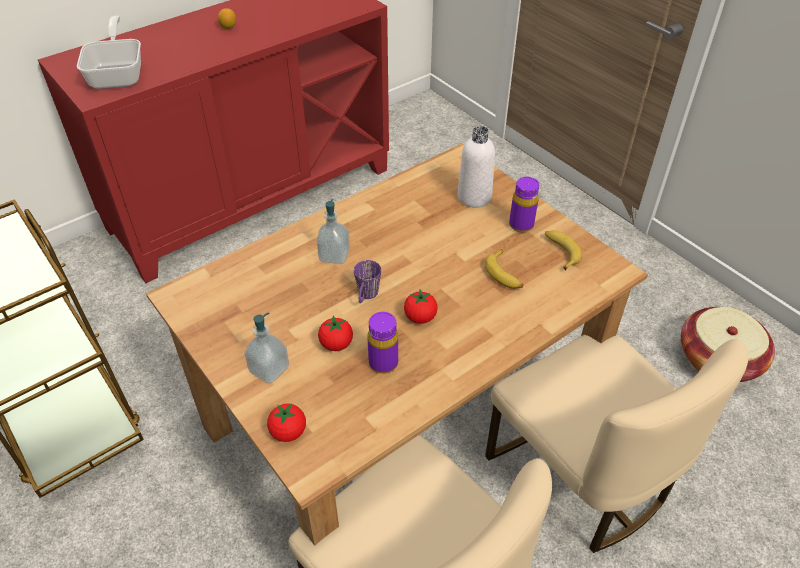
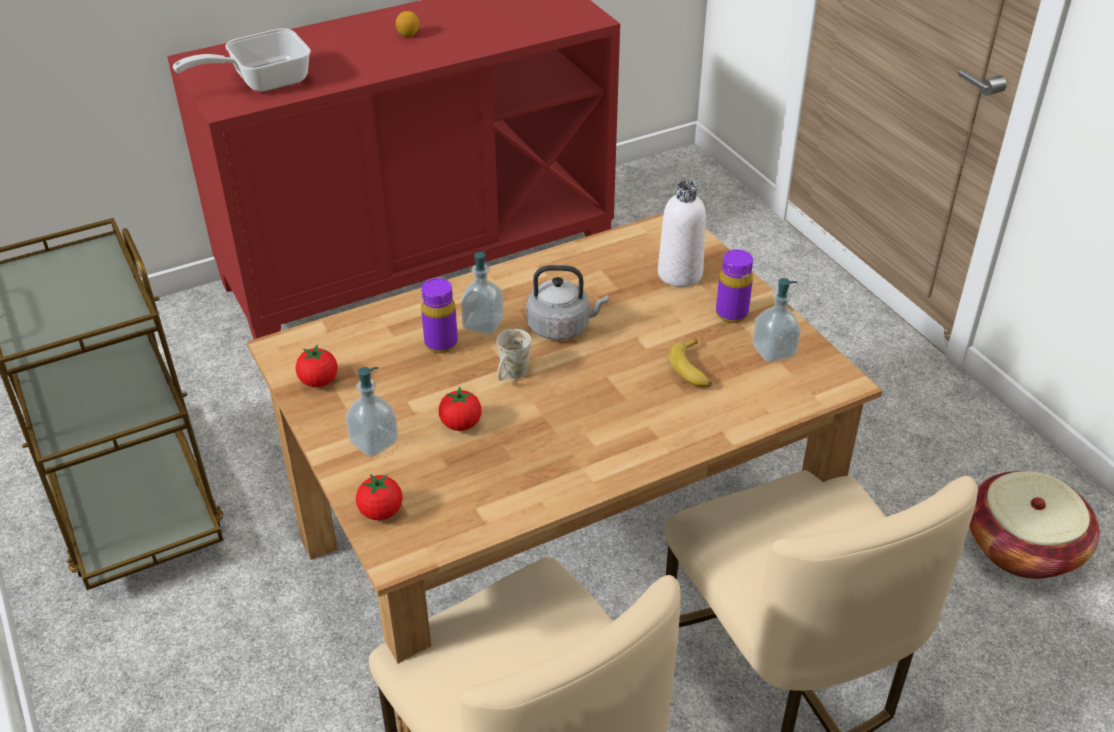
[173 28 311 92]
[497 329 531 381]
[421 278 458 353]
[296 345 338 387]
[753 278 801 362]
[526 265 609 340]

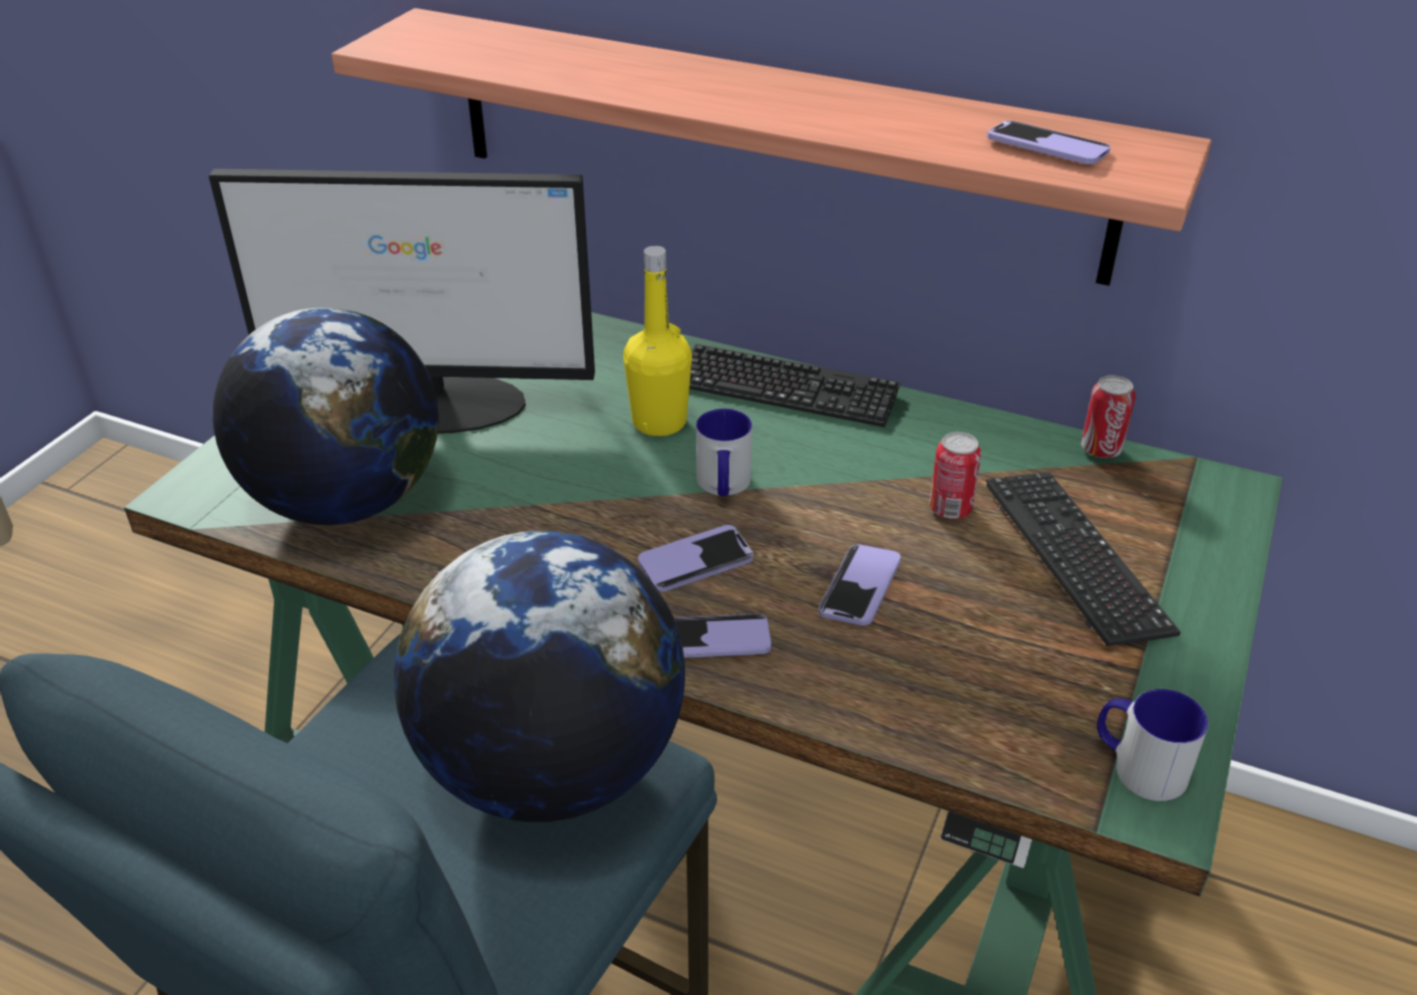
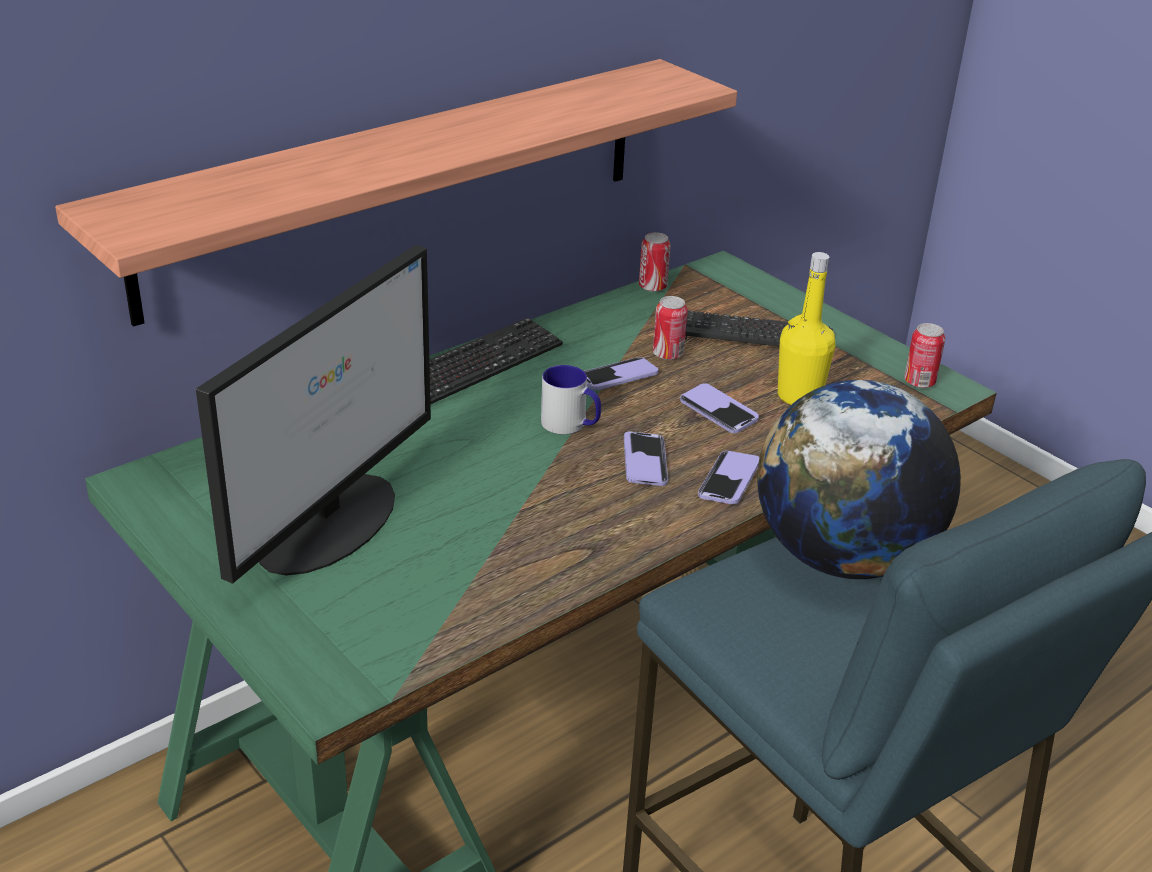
[213 307 439 525] (first image)
[778 252 836 405]
[584 357 659 390]
[904 323 945 388]

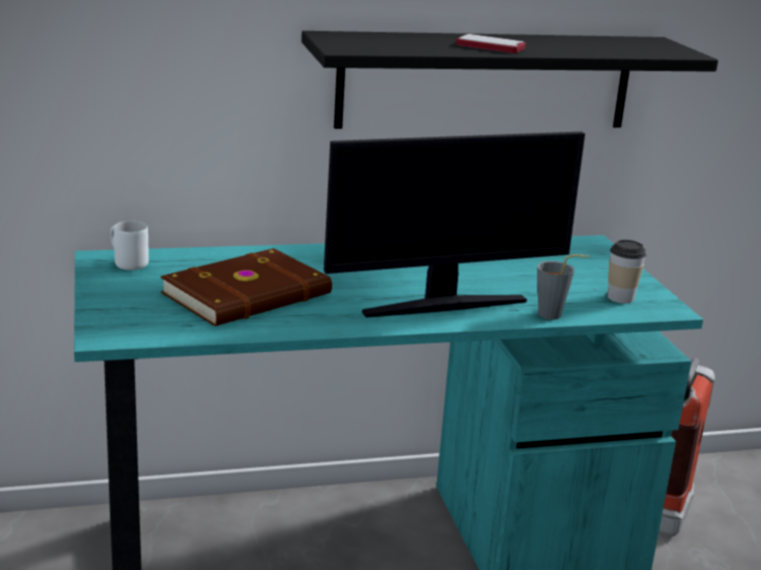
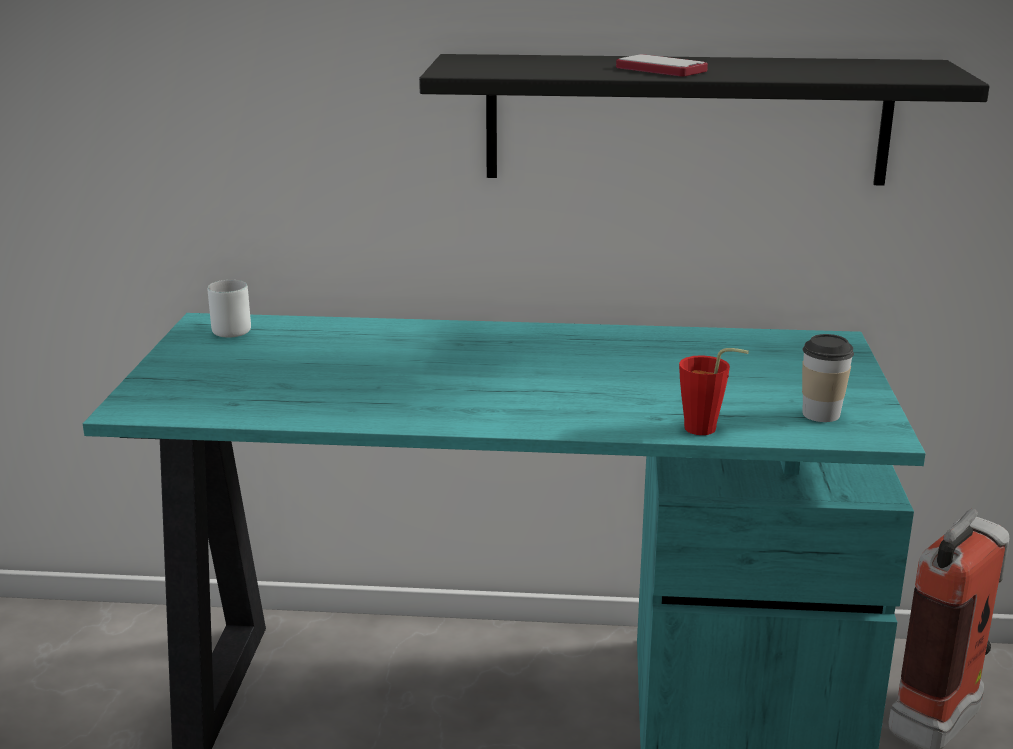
[161 248 332 326] (first image)
[324 132 585 318] (first image)
[679 348 749 435]

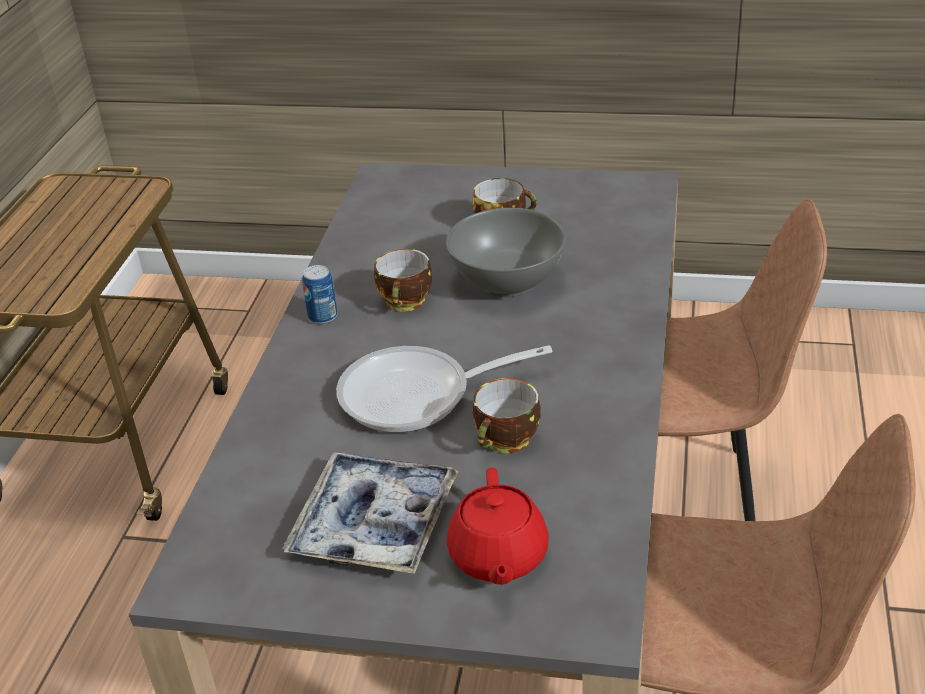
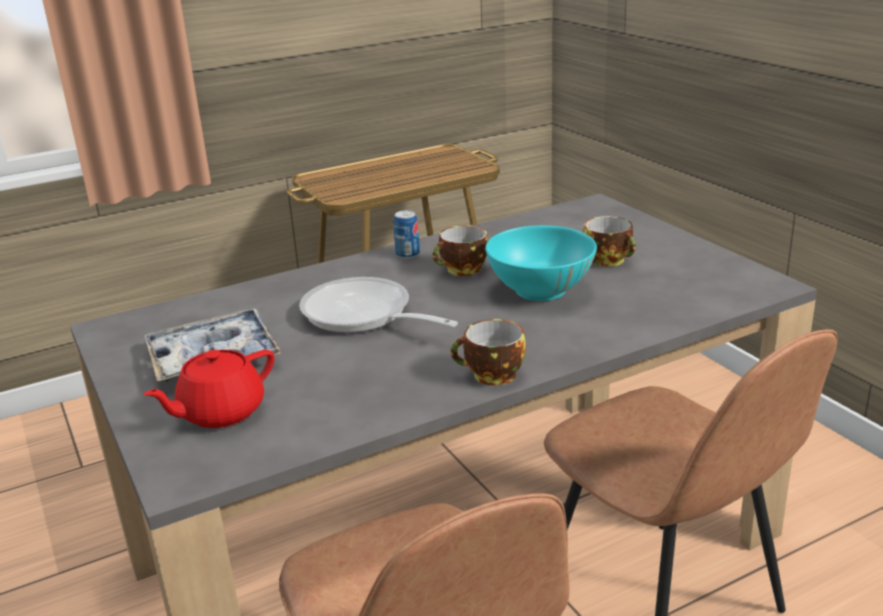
[485 225 597 301]
[451 319 526 385]

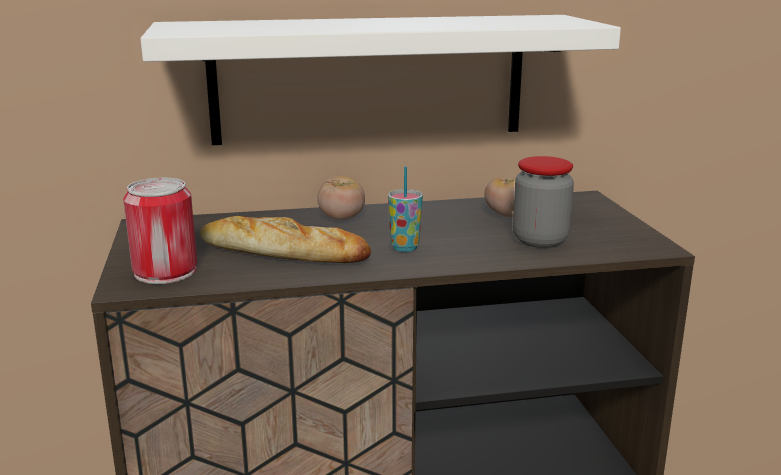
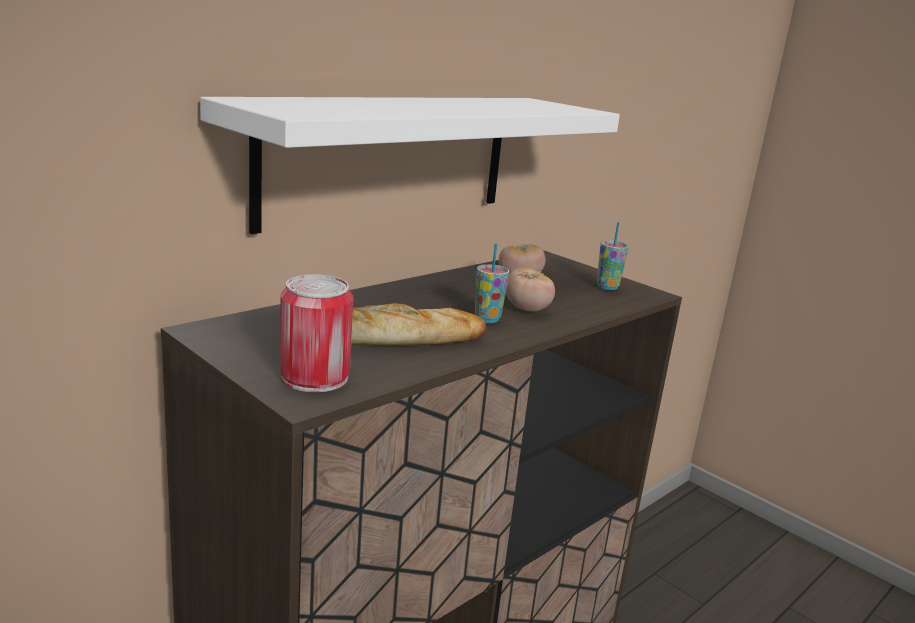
[506 267 555 312]
[513 156 574 248] (first image)
[597 222 629 291]

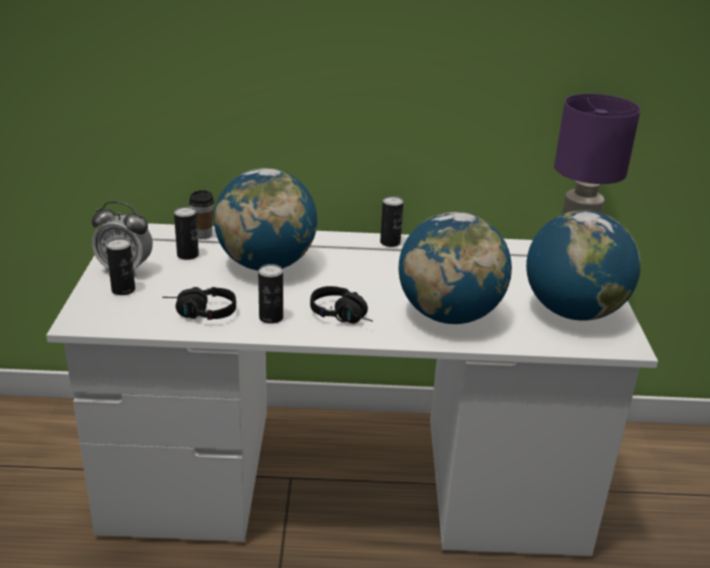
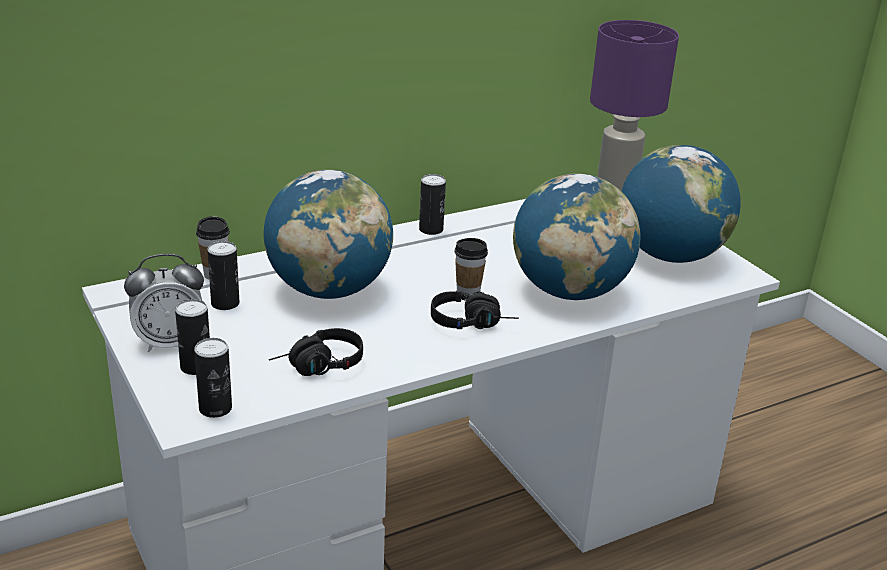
[194 338 232 418]
[455 238 488 295]

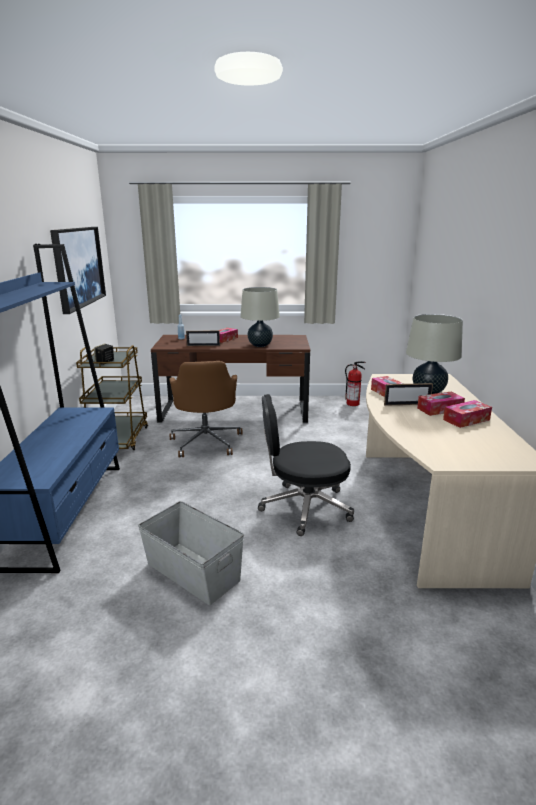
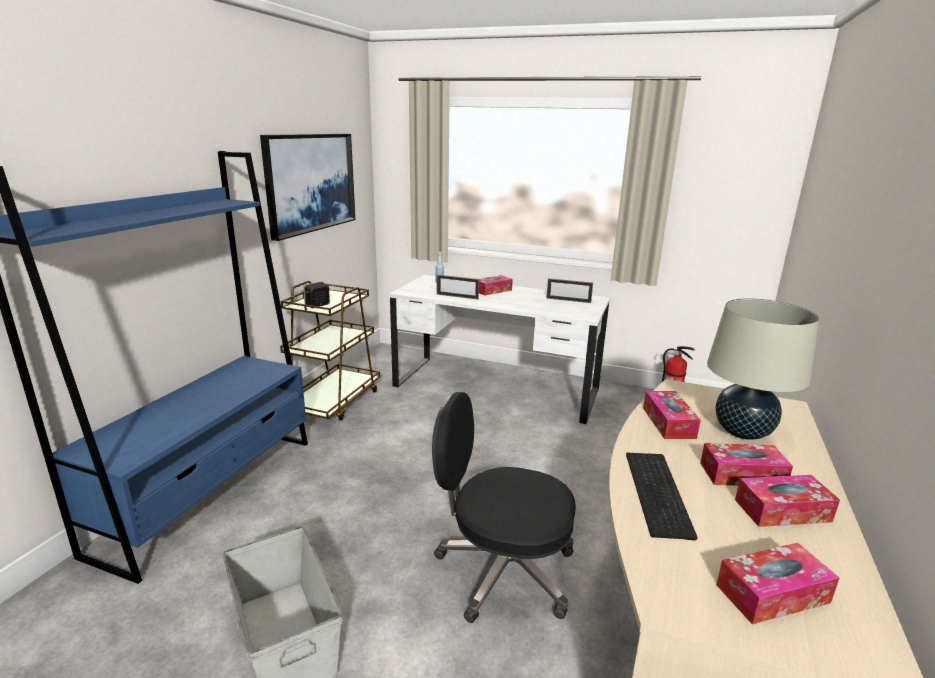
[390 275 610 424]
[169 361 243 458] (first image)
[240 287 280 347] (first image)
[547 278 593 303]
[626 453 697 540]
[716 543 840 624]

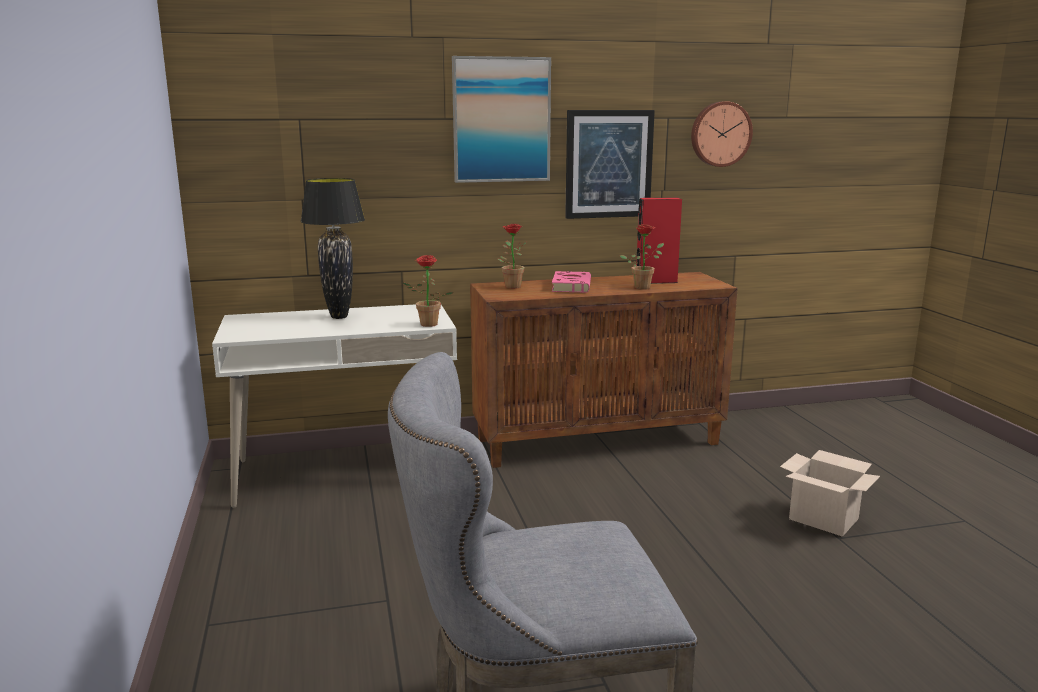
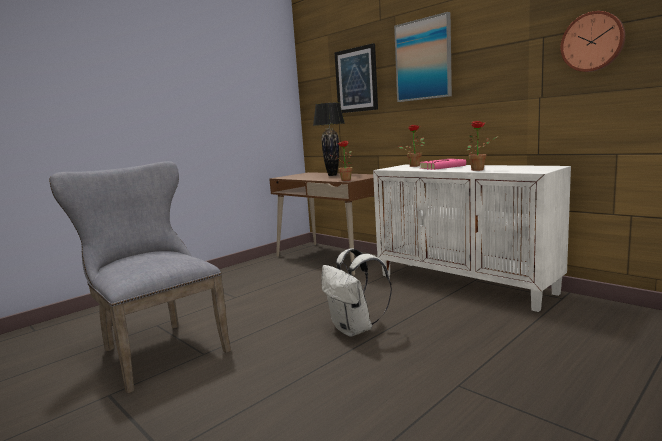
[269 172 374 276]
[373 164 571 312]
[335 43 378 113]
[636 197 682 284] (first image)
[780 450 880 537] (first image)
[322 248 392 337]

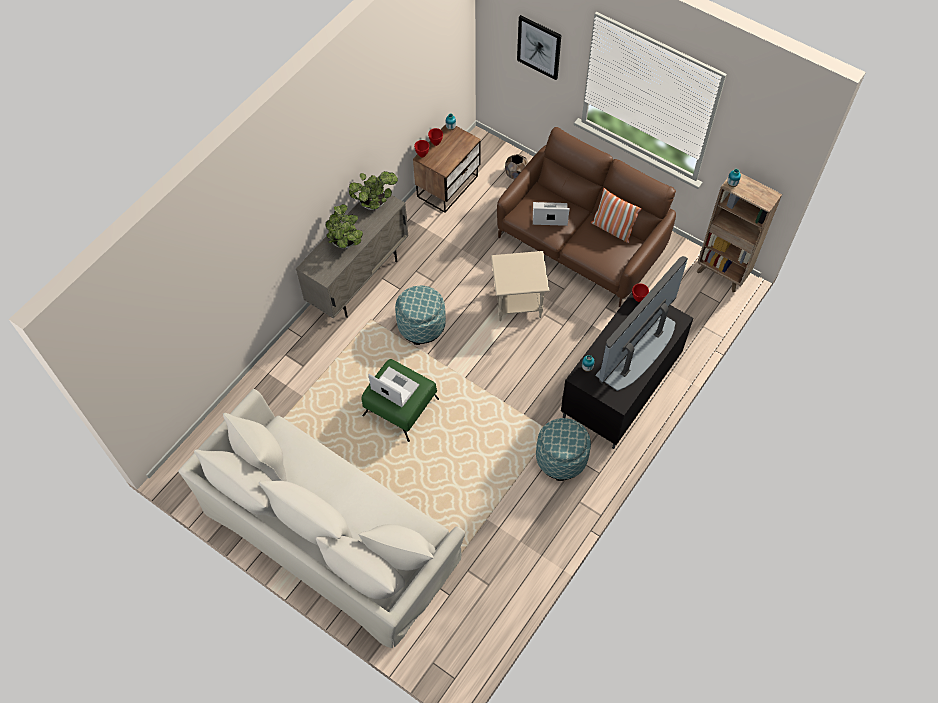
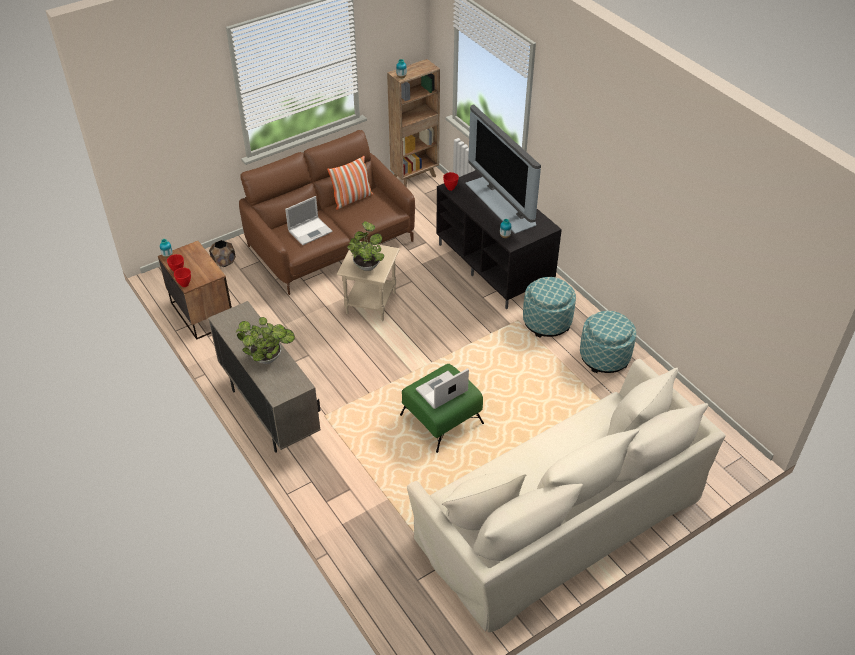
[347 221 384 271]
[580 311 636 373]
[517 15 561 80] (first image)
[285 196 333 245]

